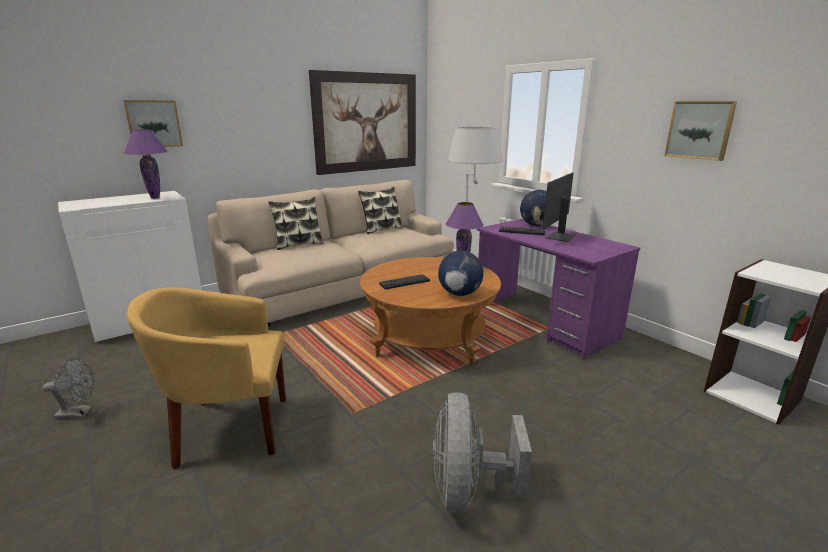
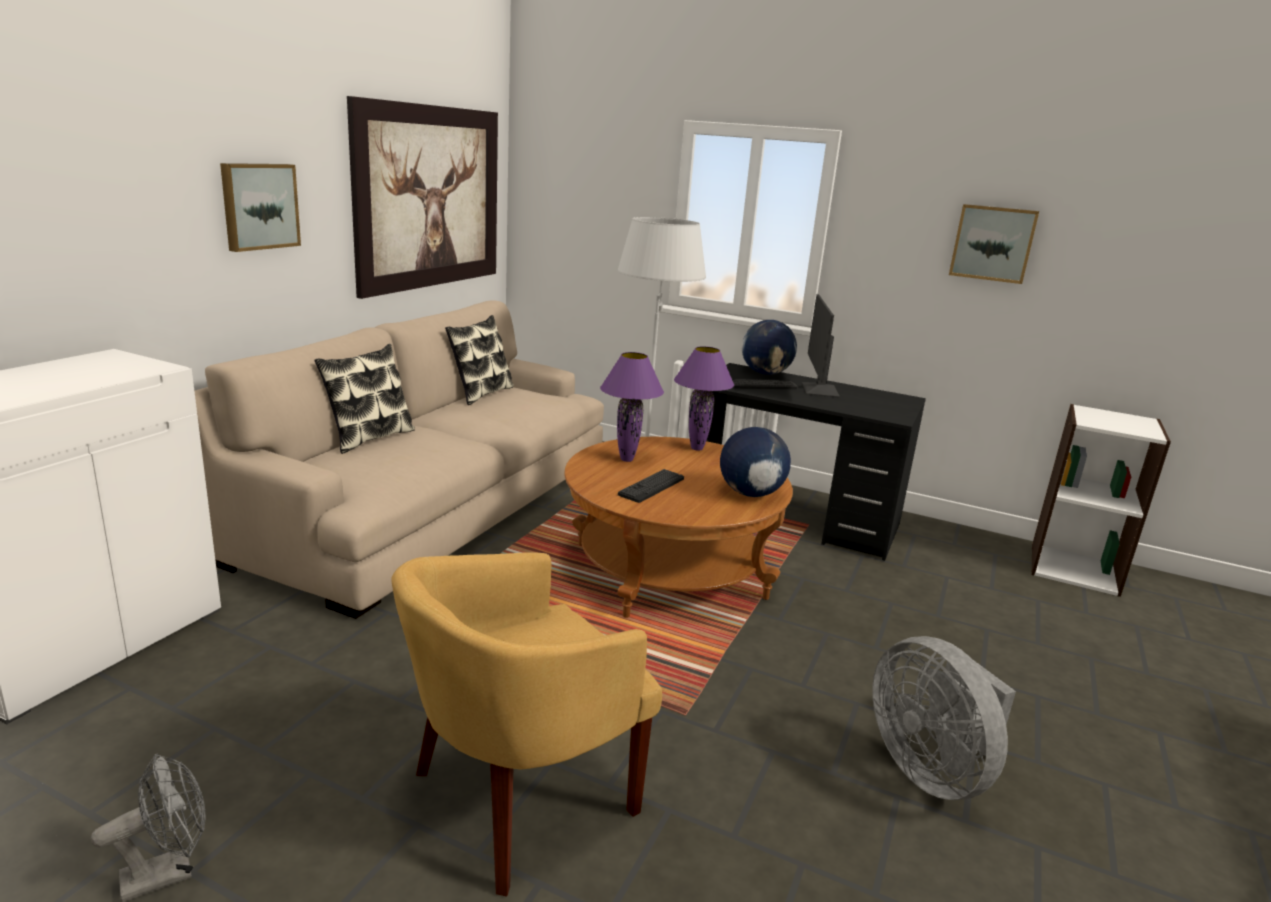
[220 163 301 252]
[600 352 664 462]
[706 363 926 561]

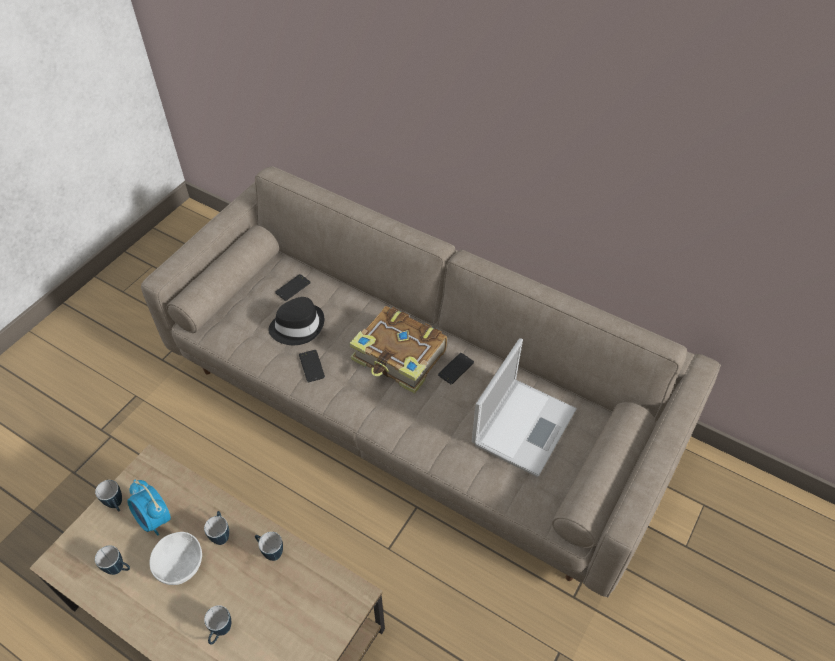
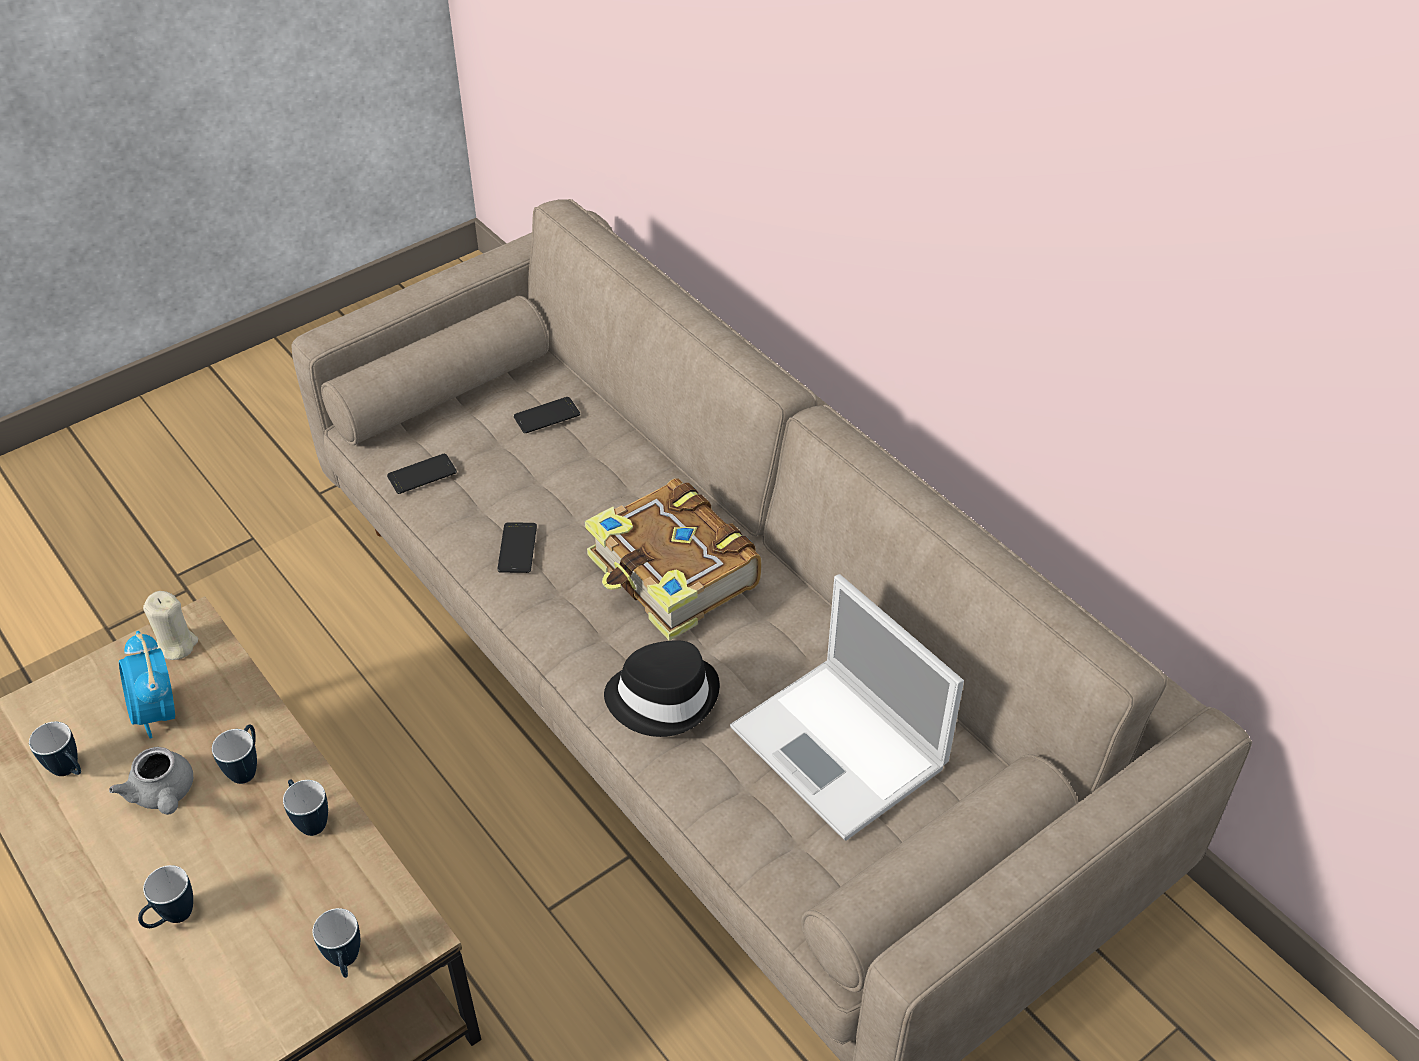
[312 908 360 978]
[109 747 193 815]
[604 640 720 737]
[387 454 457 494]
[730 574 964 841]
[143 591 198 660]

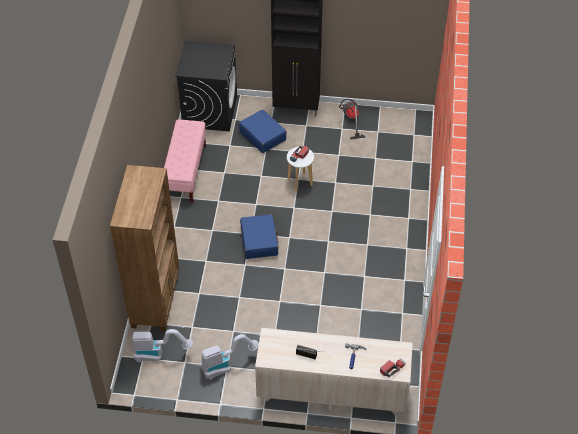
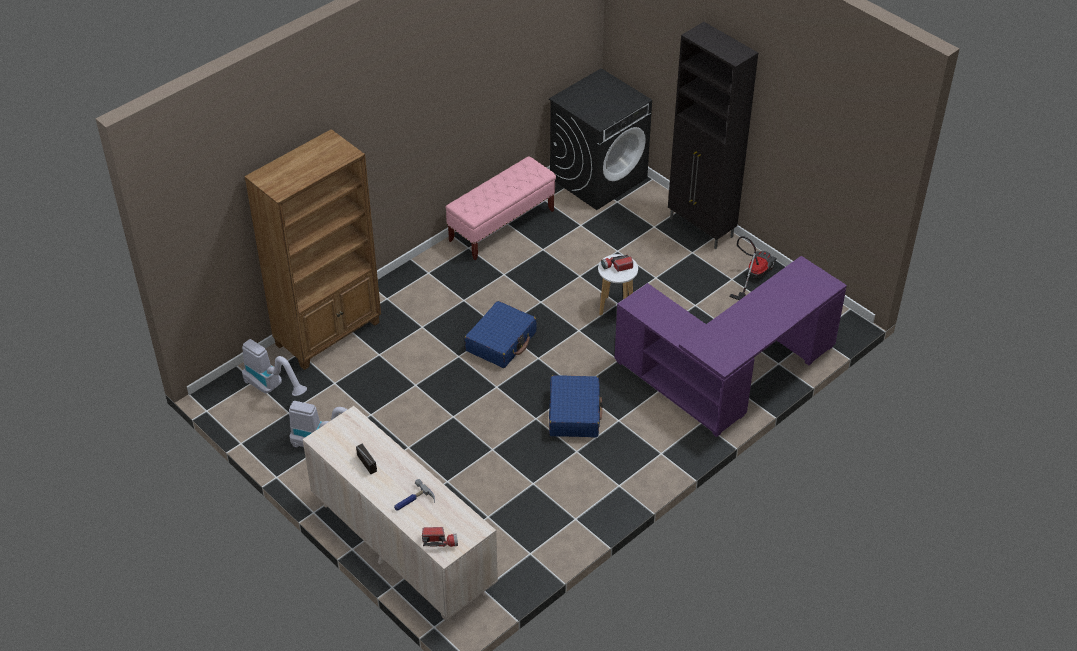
[549 375 603 437]
[615 256 847 437]

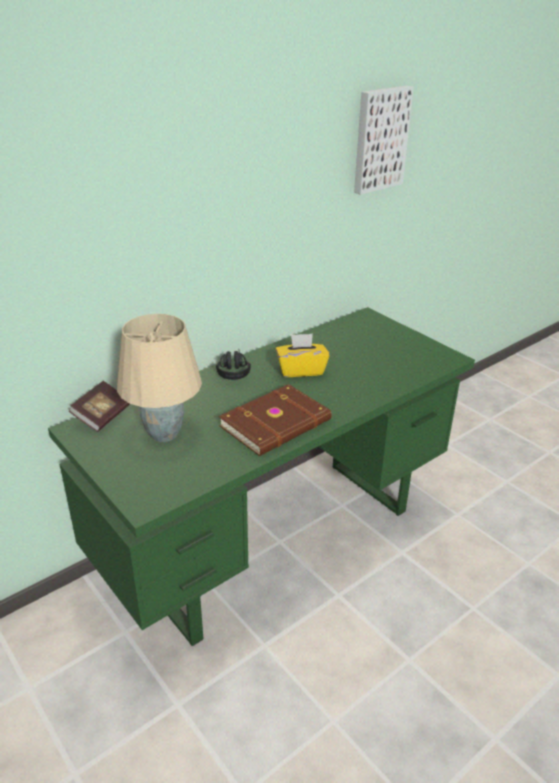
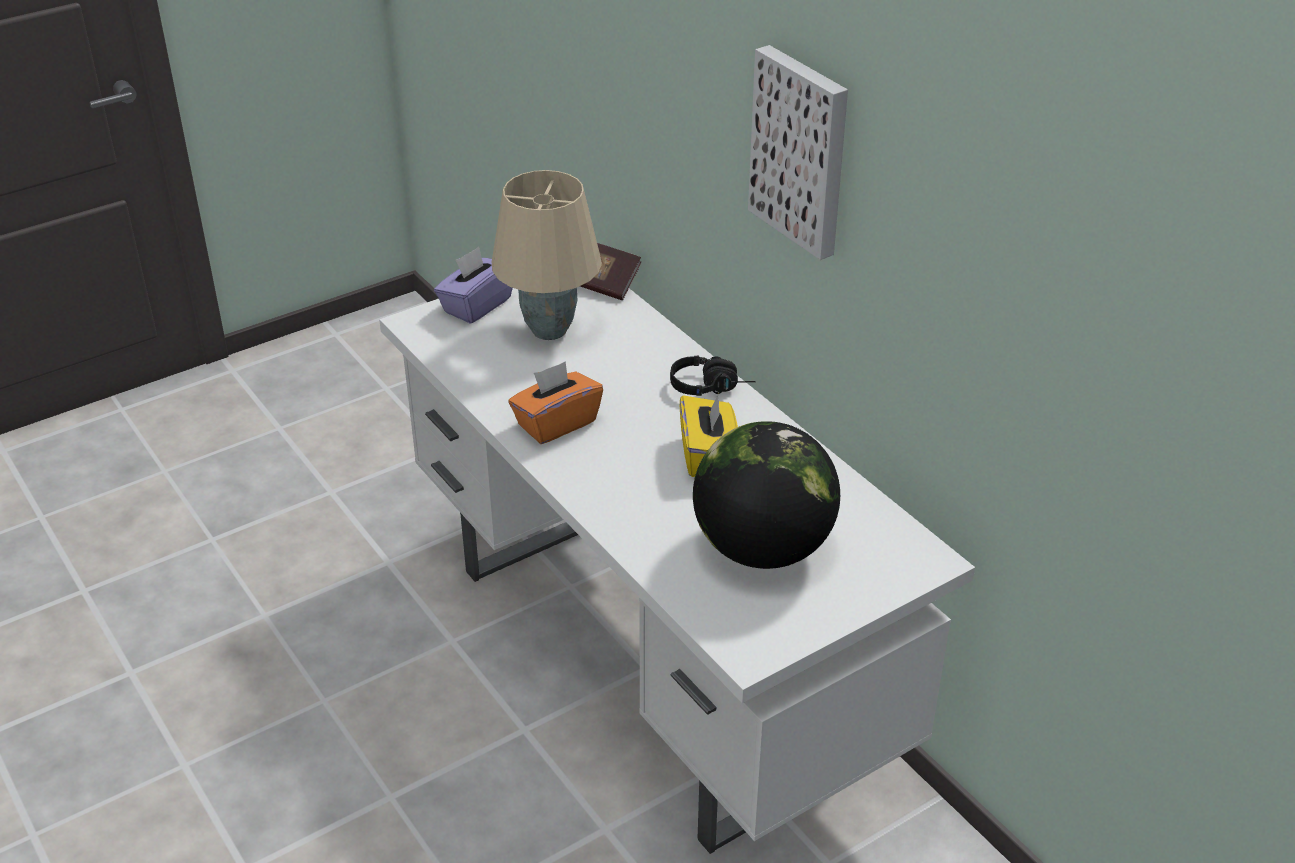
[379 286 975 854]
[508 361 603 444]
[748 45 848 260]
[434 247 513 324]
[693 421 840 569]

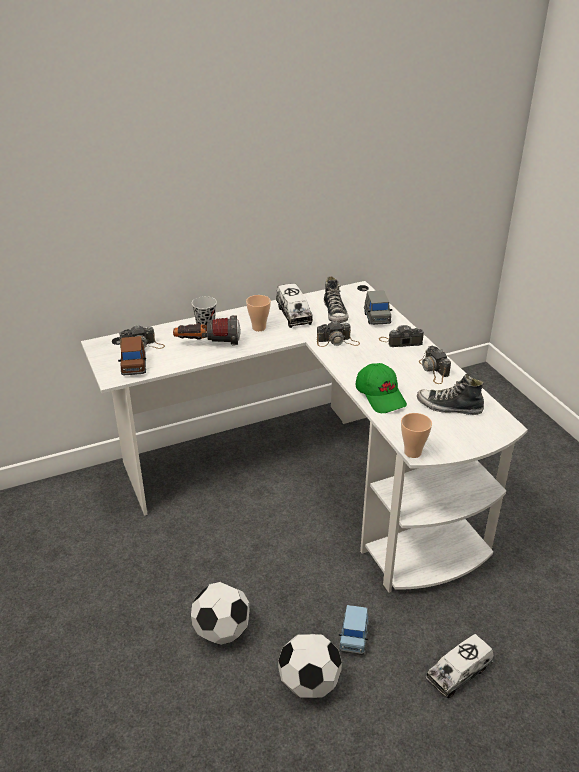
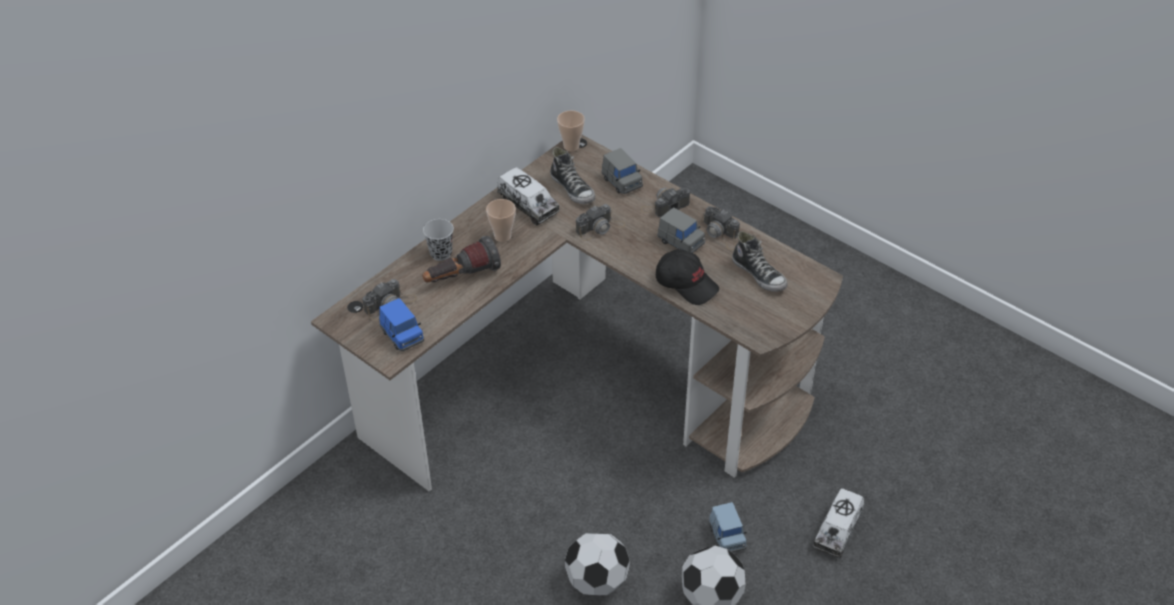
[311 135 843 491]
[379 298 424 351]
[656 249 719 305]
[557 111 585 151]
[732 231 787 292]
[657 207 705 253]

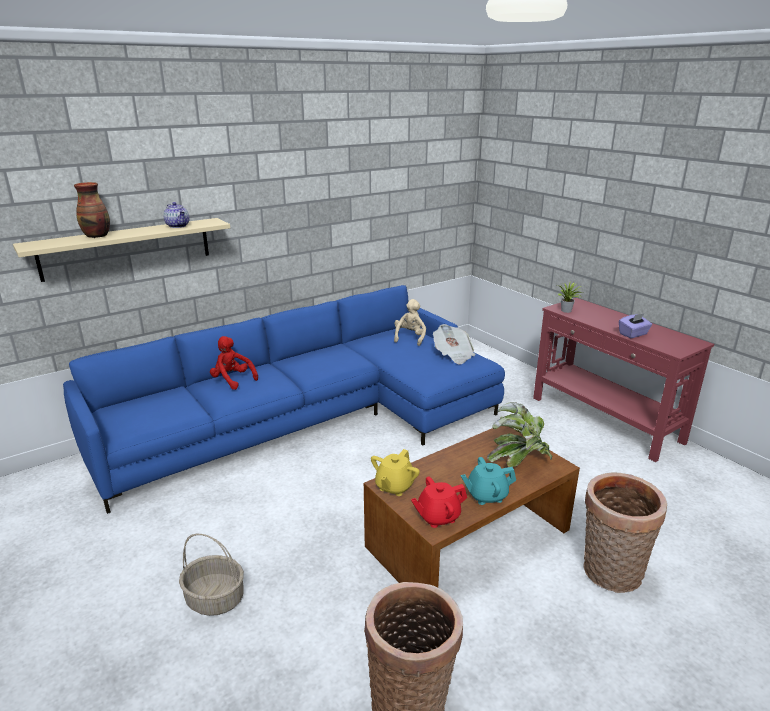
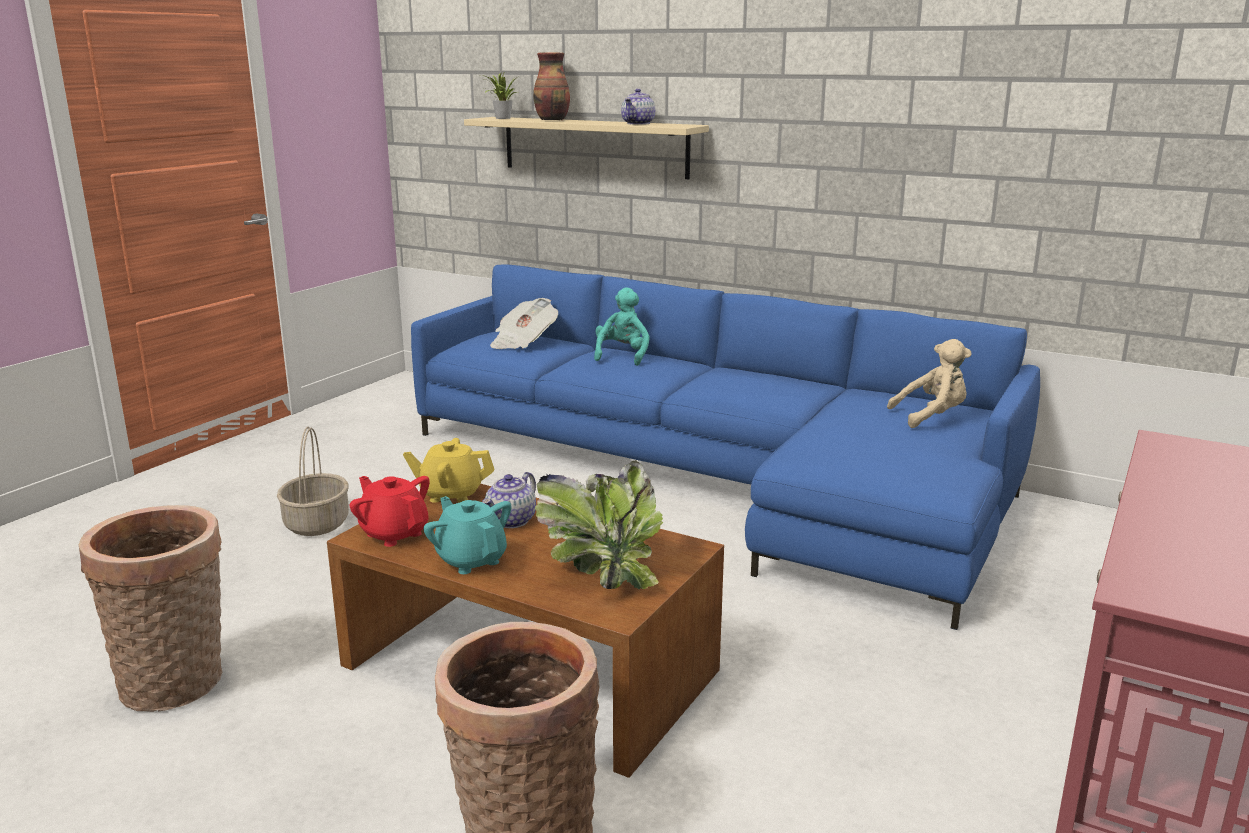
[594 287 650 366]
[490 298 558 349]
[480 71 518 119]
[619 313 652 338] (first image)
[482 472 536 528]

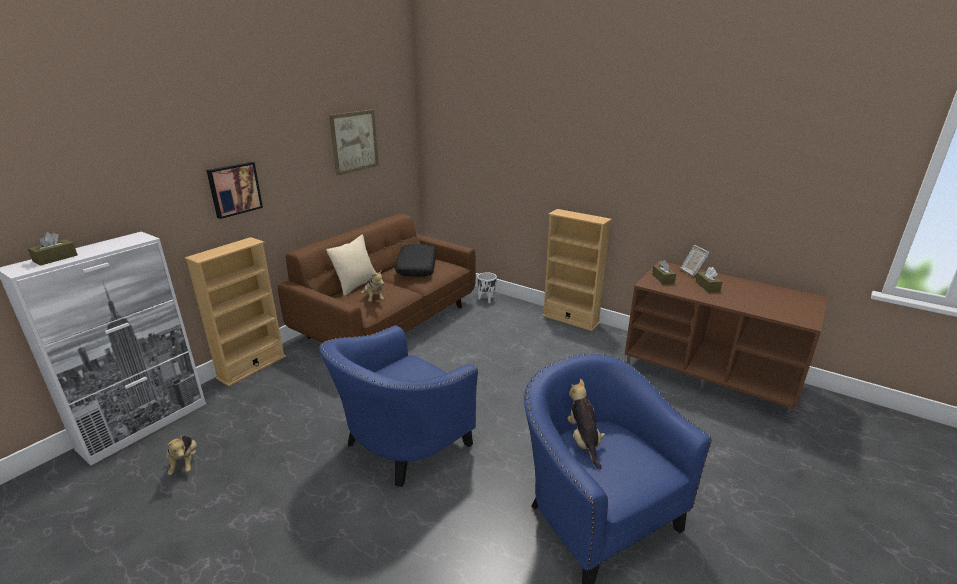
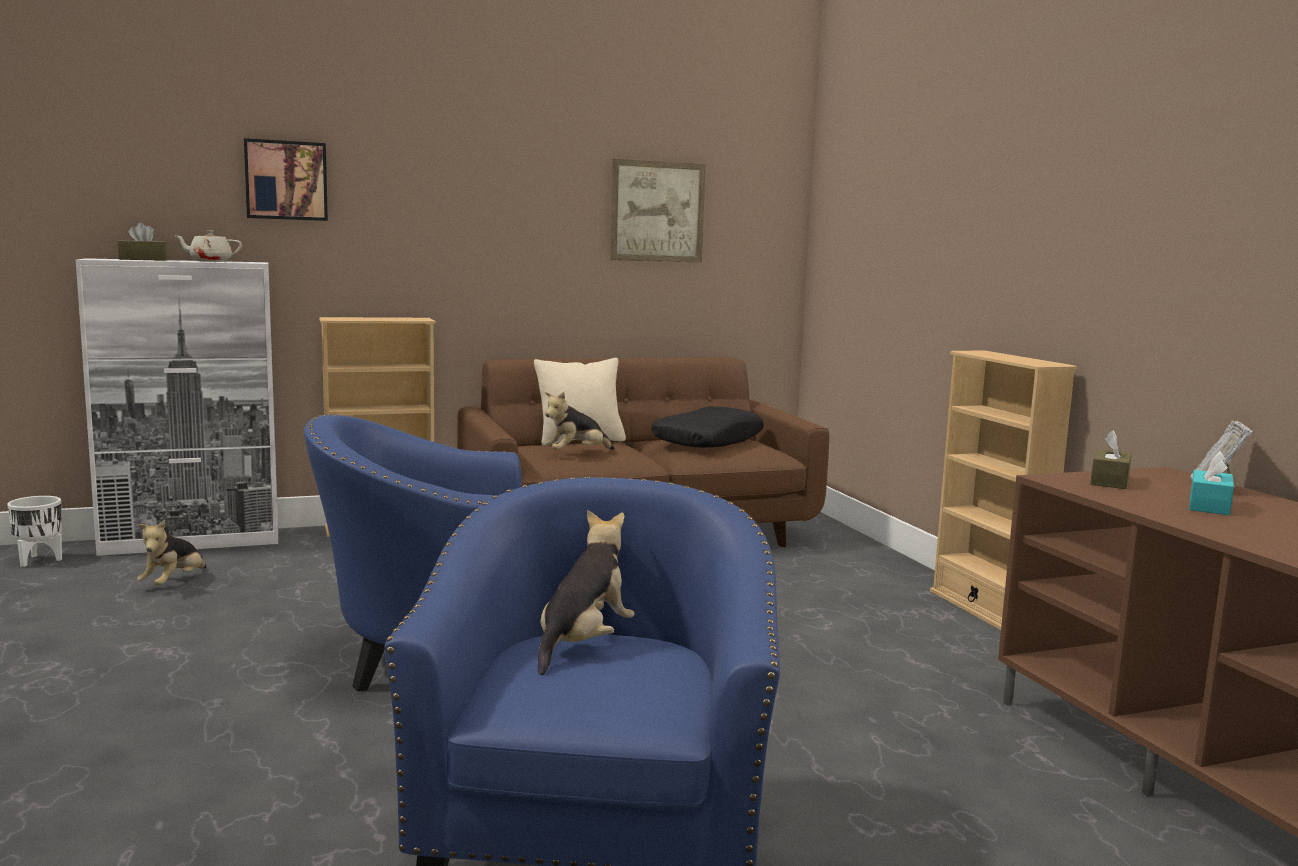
[244 138 328 221]
[545 392 615 450]
[7 496 62 567]
[1189 451 1234 515]
[175 230 242 262]

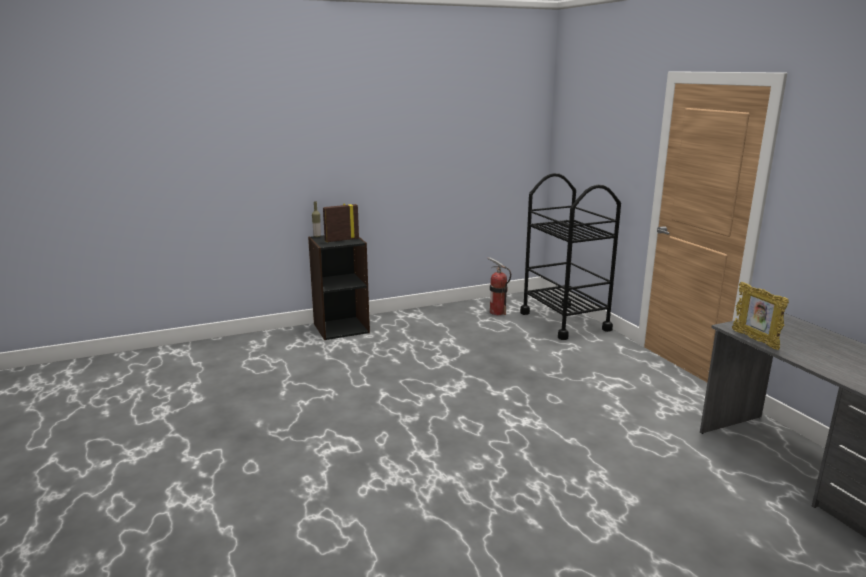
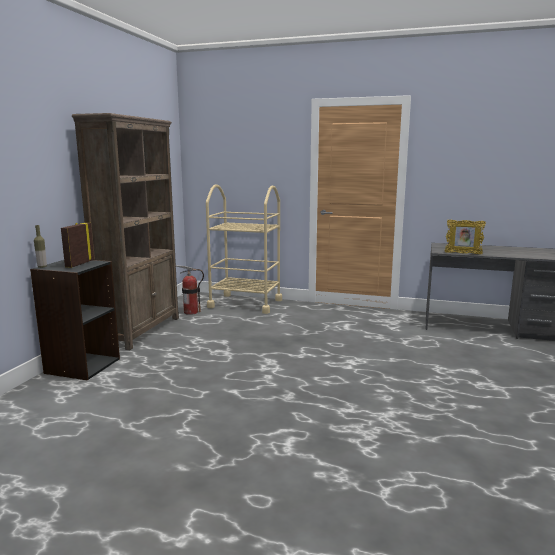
[206 184 282 314]
[72 113 179 350]

